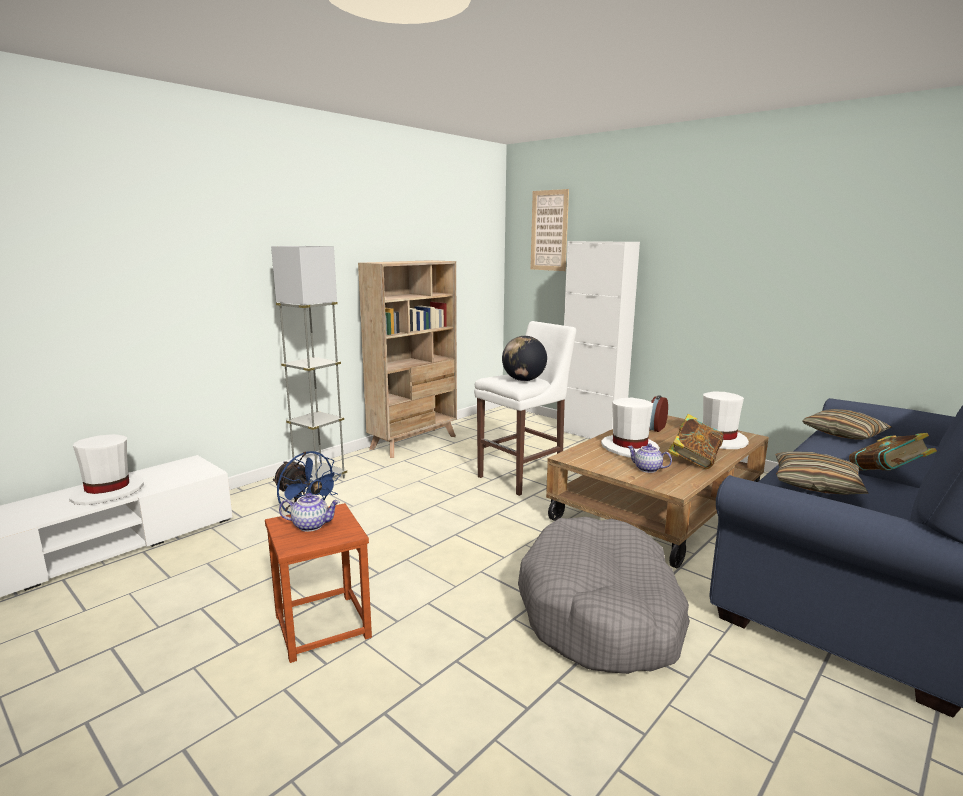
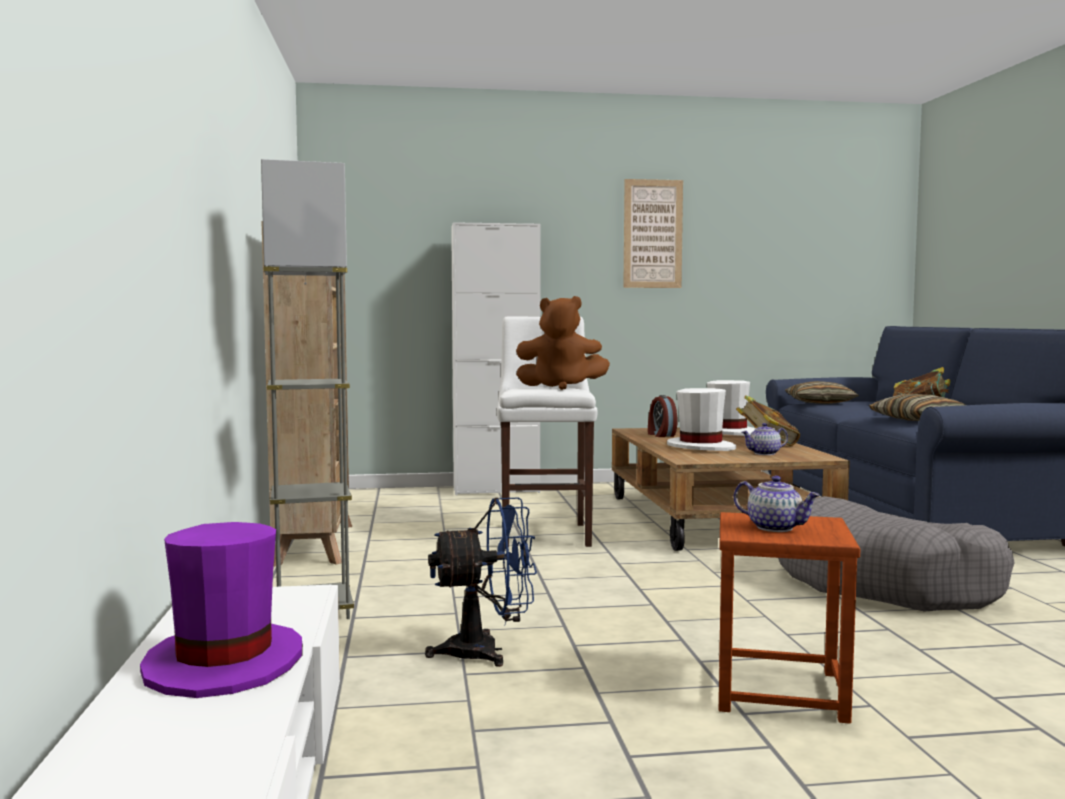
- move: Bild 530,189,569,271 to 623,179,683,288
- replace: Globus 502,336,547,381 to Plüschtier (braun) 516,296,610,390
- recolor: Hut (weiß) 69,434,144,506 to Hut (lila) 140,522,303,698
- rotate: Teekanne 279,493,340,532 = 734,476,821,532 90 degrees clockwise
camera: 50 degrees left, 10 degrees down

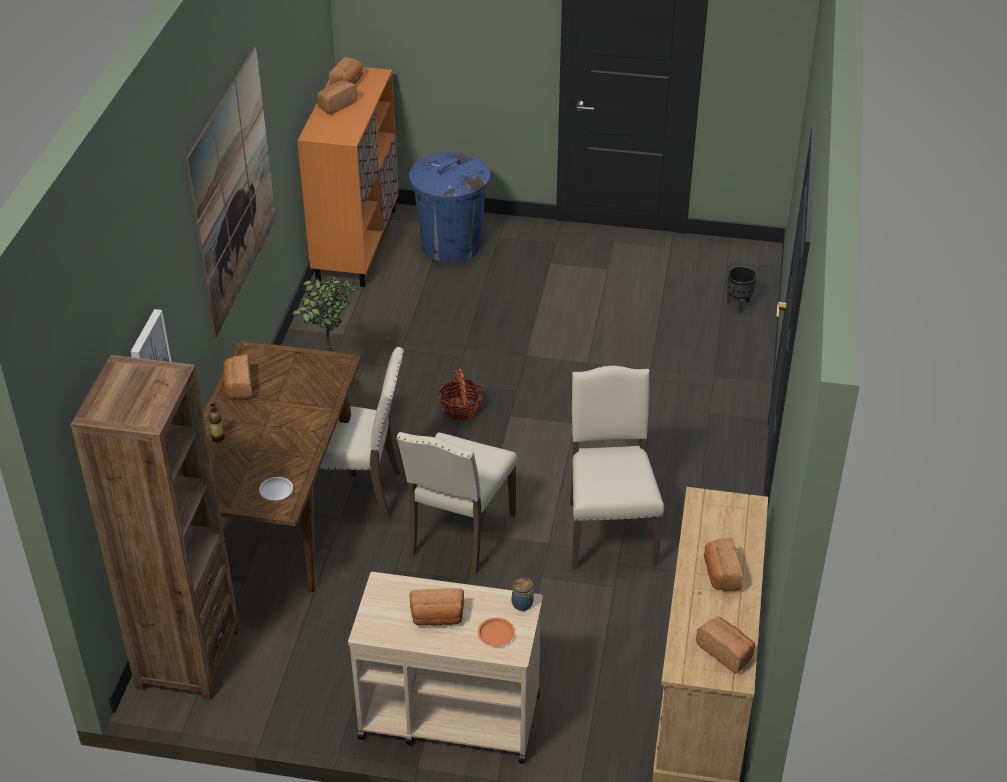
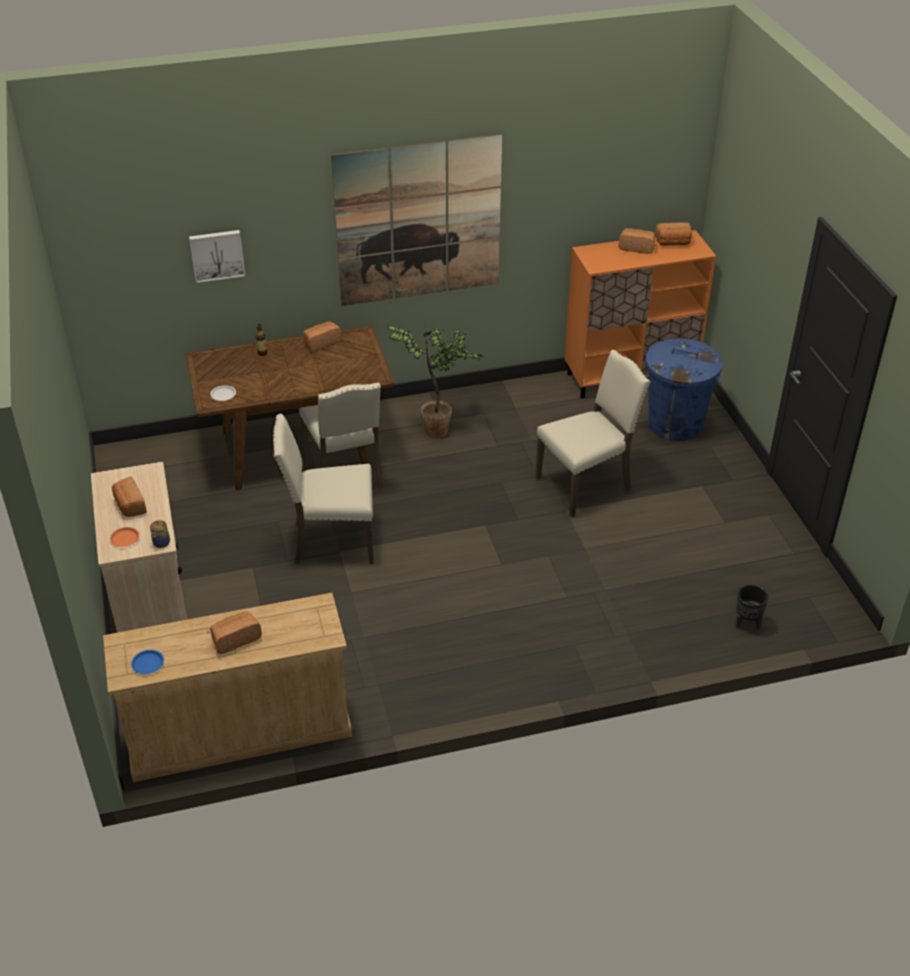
- delete: Bücherregal (braun) 71,355,240,700
- move: Stuhl (beige) 570,365,664,569 to 535,350,651,517
- delete: Korb 438,369,483,421
- replace: Brot 696,617,755,674 to Teller (blau) 131,650,164,674
camera: 65 degrees right, 0 degrees up

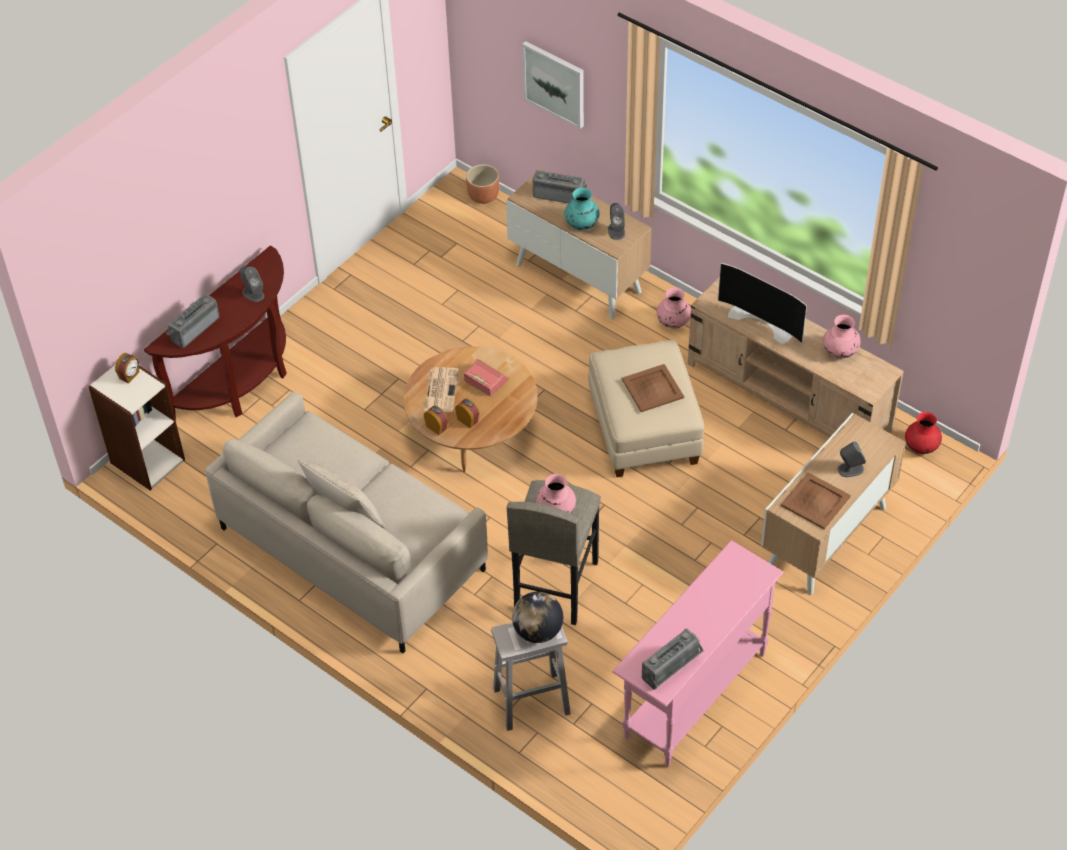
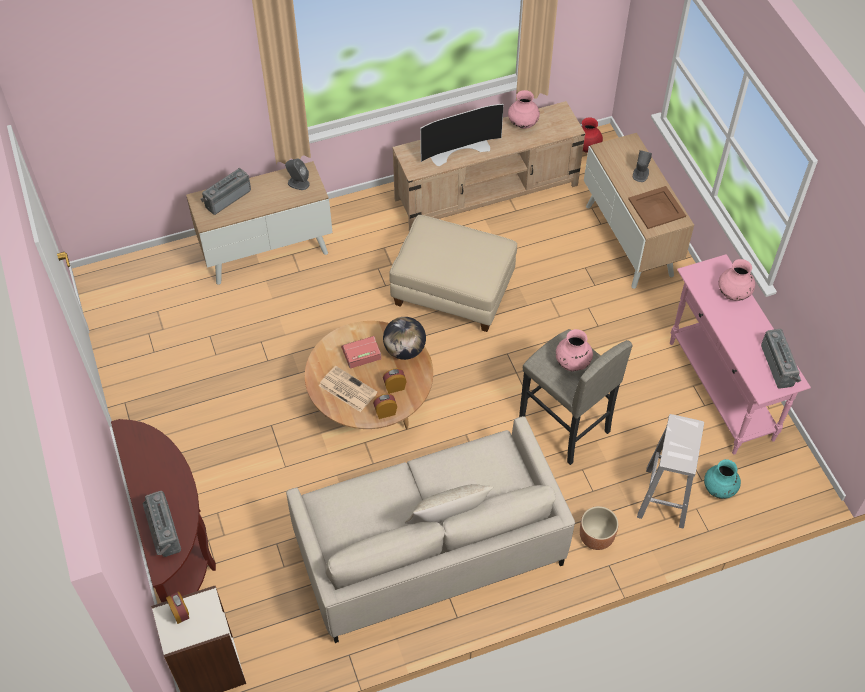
- delete: Bild 522,41,584,129
- move: Pflanzkübel (braun) 466,164,499,204 to 580,506,619,550
- move: Vase (türkis) 564,187,600,230 to 704,459,741,499
- delete: Lautsprecher (grau) 239,266,264,302
- move: Vase (rosa) 657,288,691,329 to 719,259,755,301
- delete: Tablett (braun) 622,364,684,412
- move: Globus 512,592,563,643 to 383,317,426,360
camera: 60 degrees left, 5 degrees up

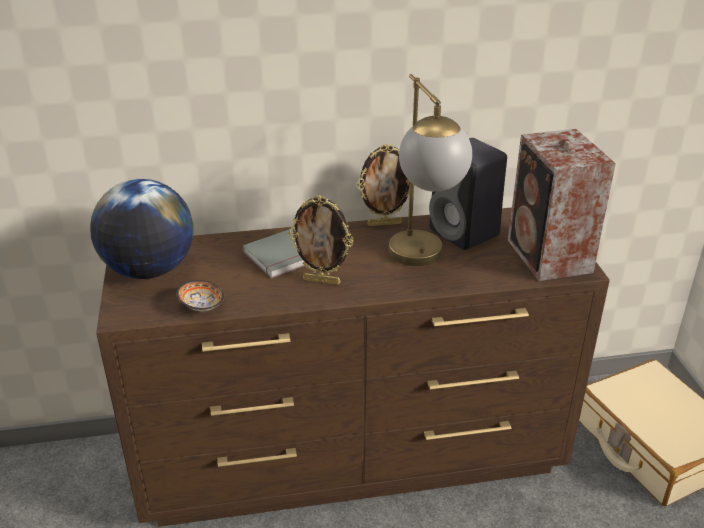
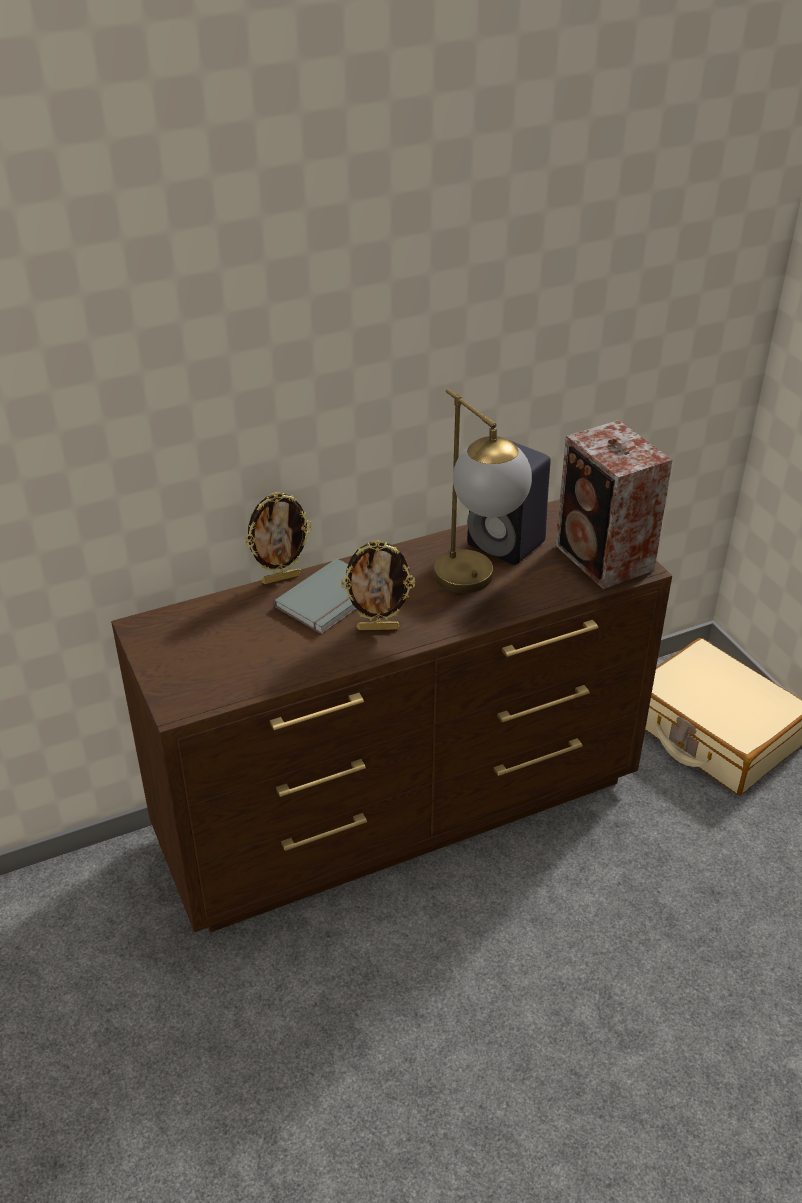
- move: Bilderrahmen 357,144,410,226 to 245,492,312,584
- delete: Globus 90,179,193,279
- delete: Schüssel 176,280,224,311
camera: 15 degrees left, 5 degrees up

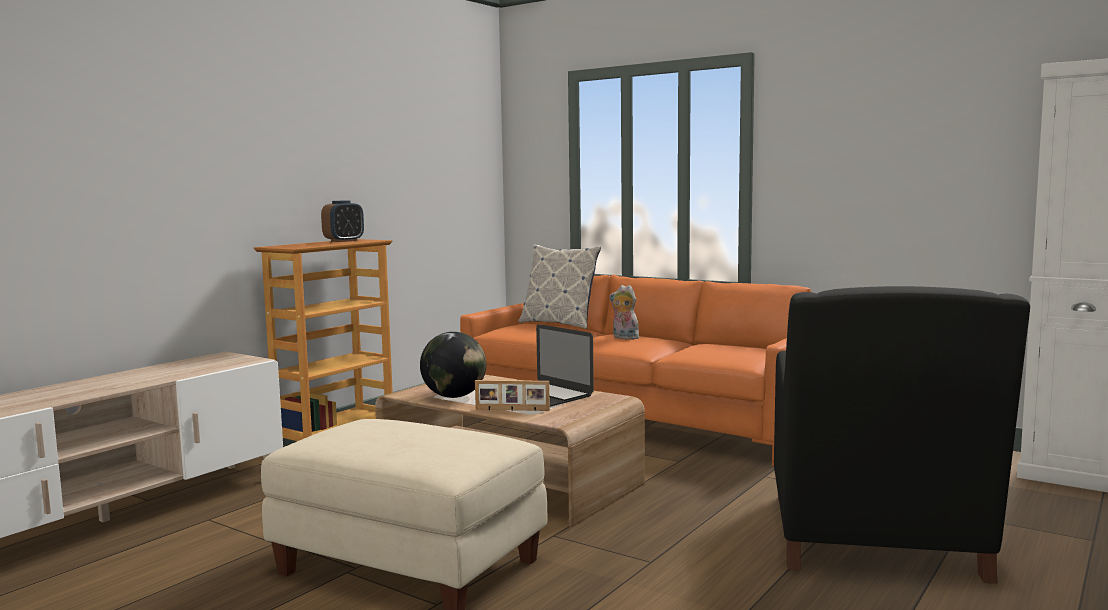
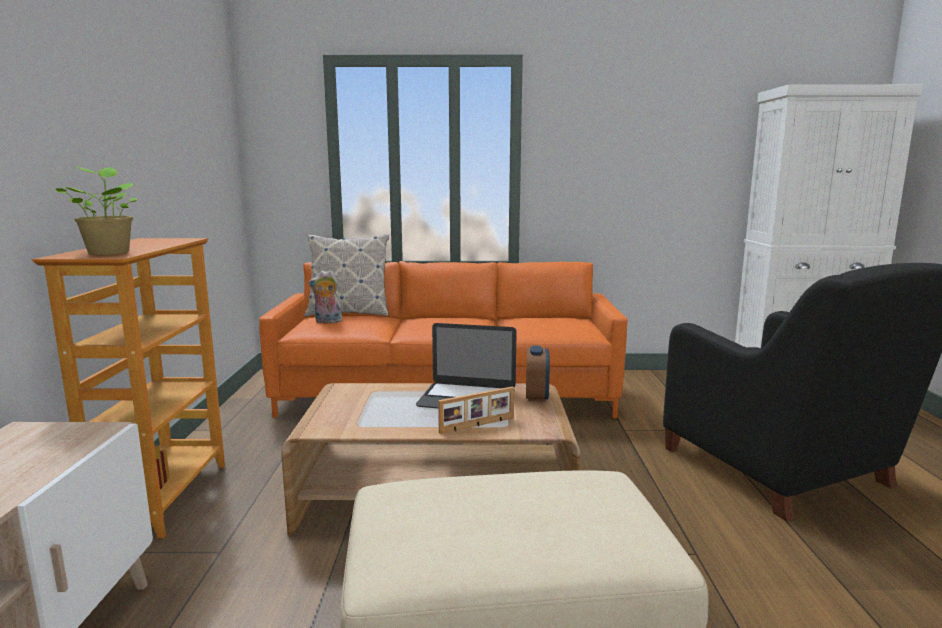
- move: Wecker 321,200,364,242 to 526,346,550,402
- move: Plüschtier 610,285,639,340 to 308,270,342,323
- delete: Globus 420,332,486,398
- insert: Topfpflanze 56,166,137,255
camera: 35 degrees left, 5 degrees up

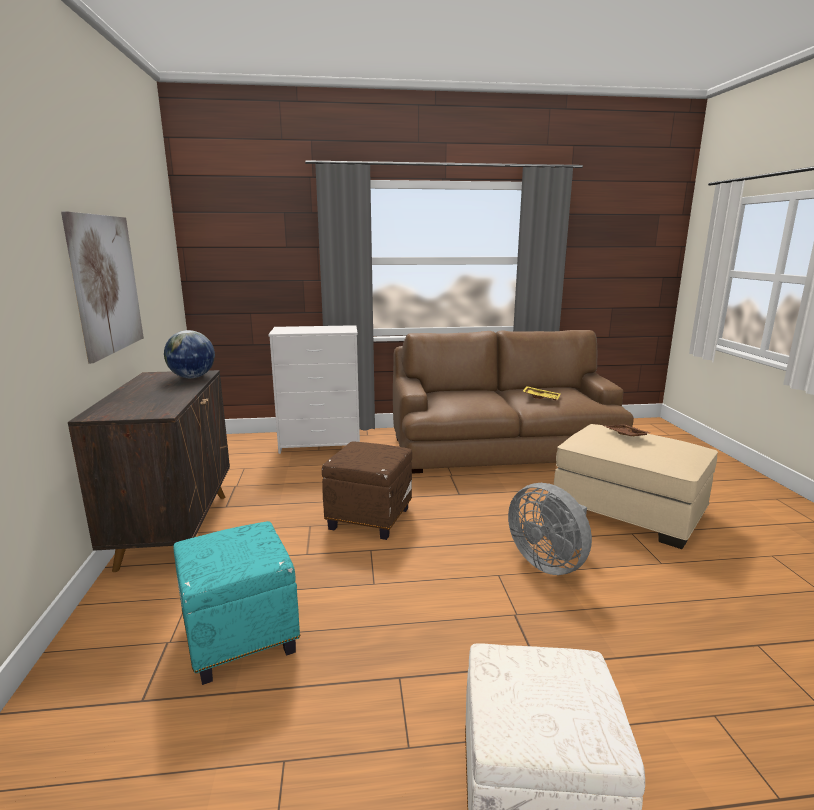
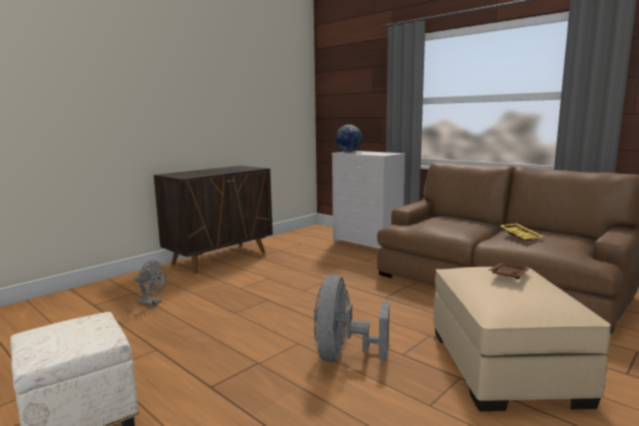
- delete: Bild 61,211,144,363
- move: Globus 164,330,215,378 to 335,125,362,152
- delete: Polsterhocker (braun) 322,442,412,540
- replace: Polsterhocker (türkis) 173,521,300,685 to Ventilator (grau) 134,260,166,306
camera: 50 degrees right, 5 degrees down

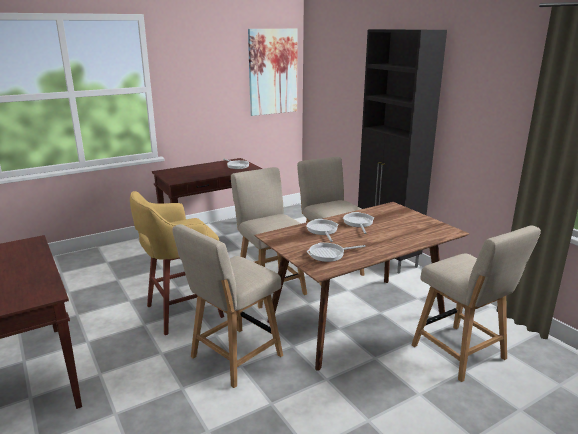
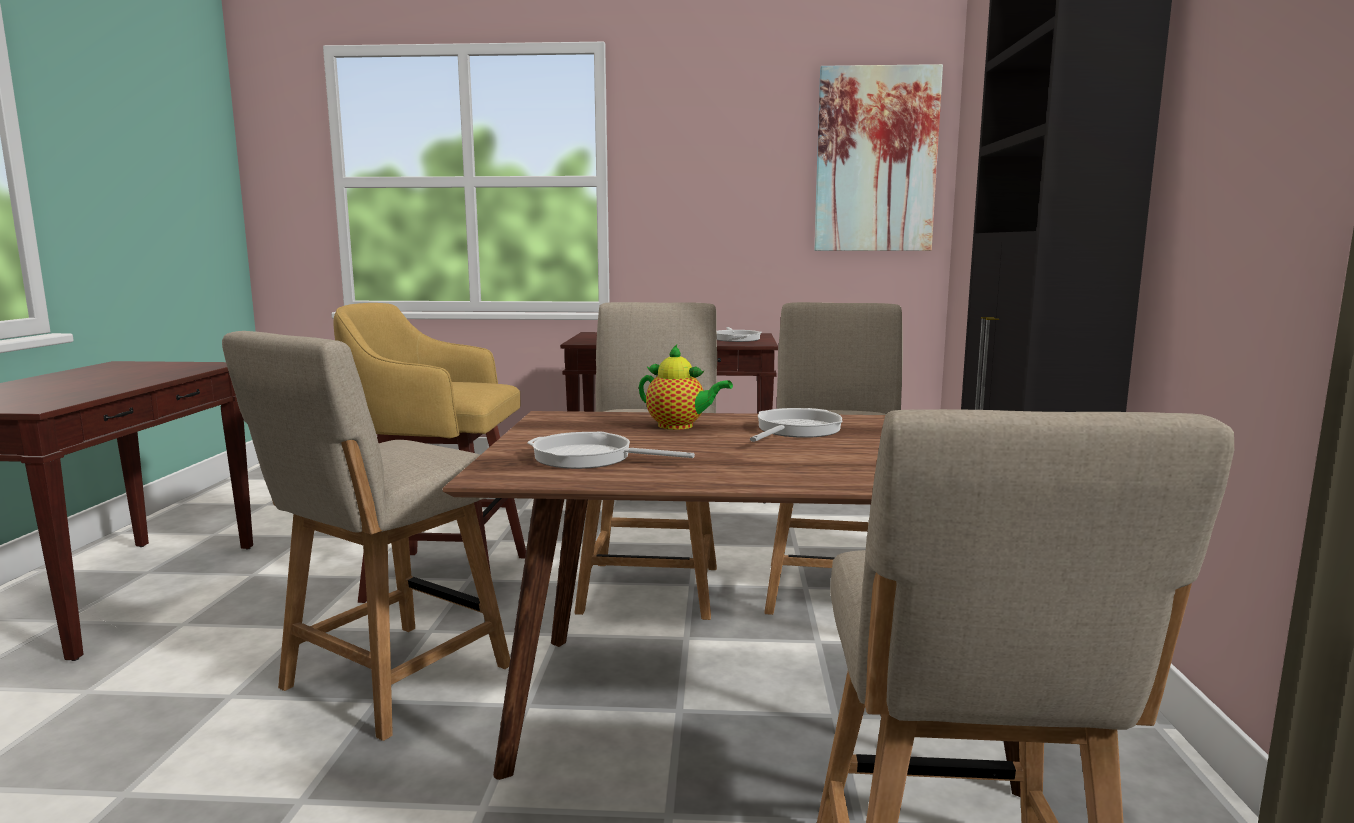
- replace: Pfanne 306,219,338,242 to Teekanne 639,345,733,430
- rotate: Stuhl (beige) 172,224,283,388 = 222,331,510,741 45 degrees counterclockwise
camera: 35 degrees right, 10 degrees down

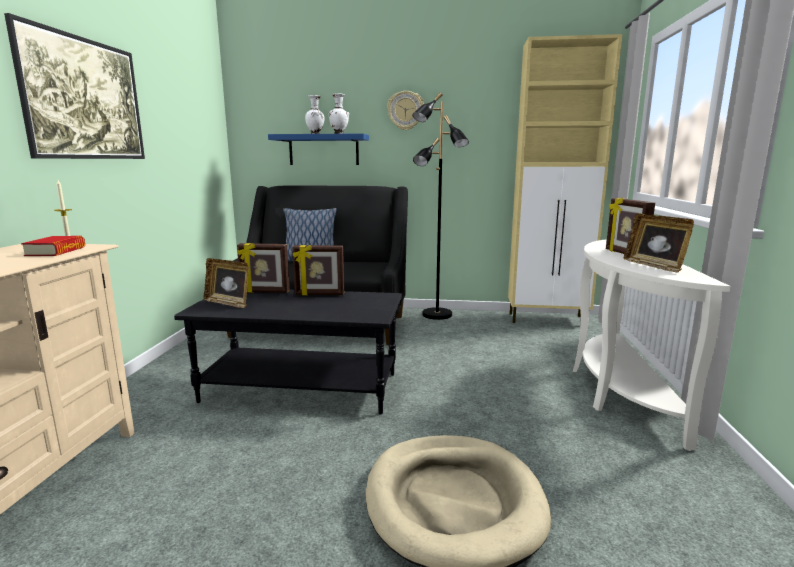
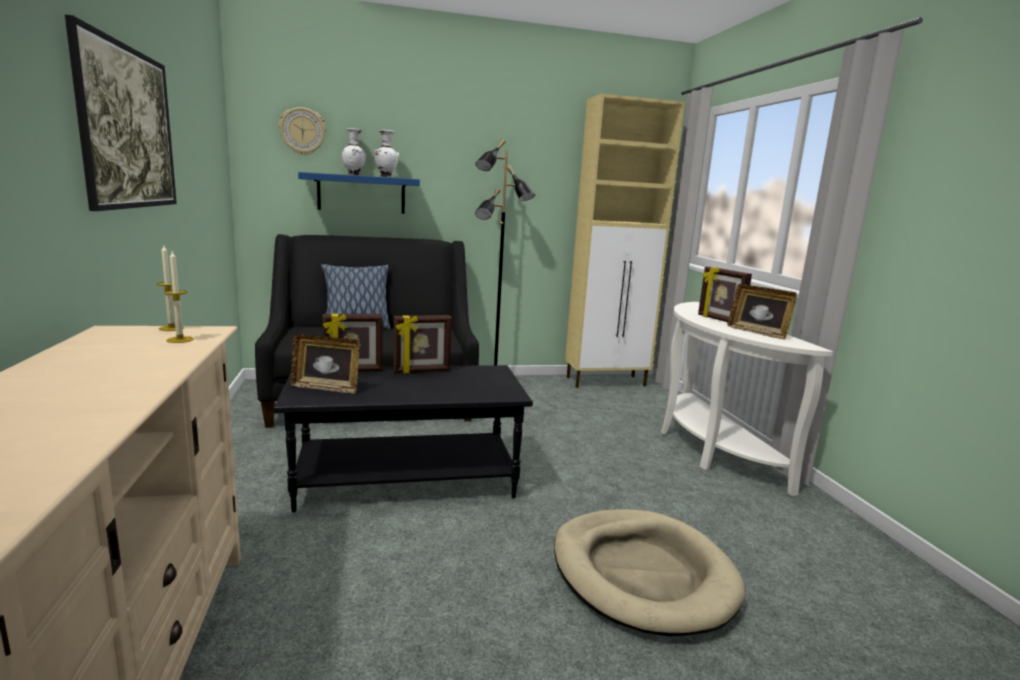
- move: Wanduhr 387,91,424,130 to 279,107,326,155
- replace: Buch 21,236,85,256 to Kerze 164,251,194,343
camera: 20 degrees left, 0 degrees up

